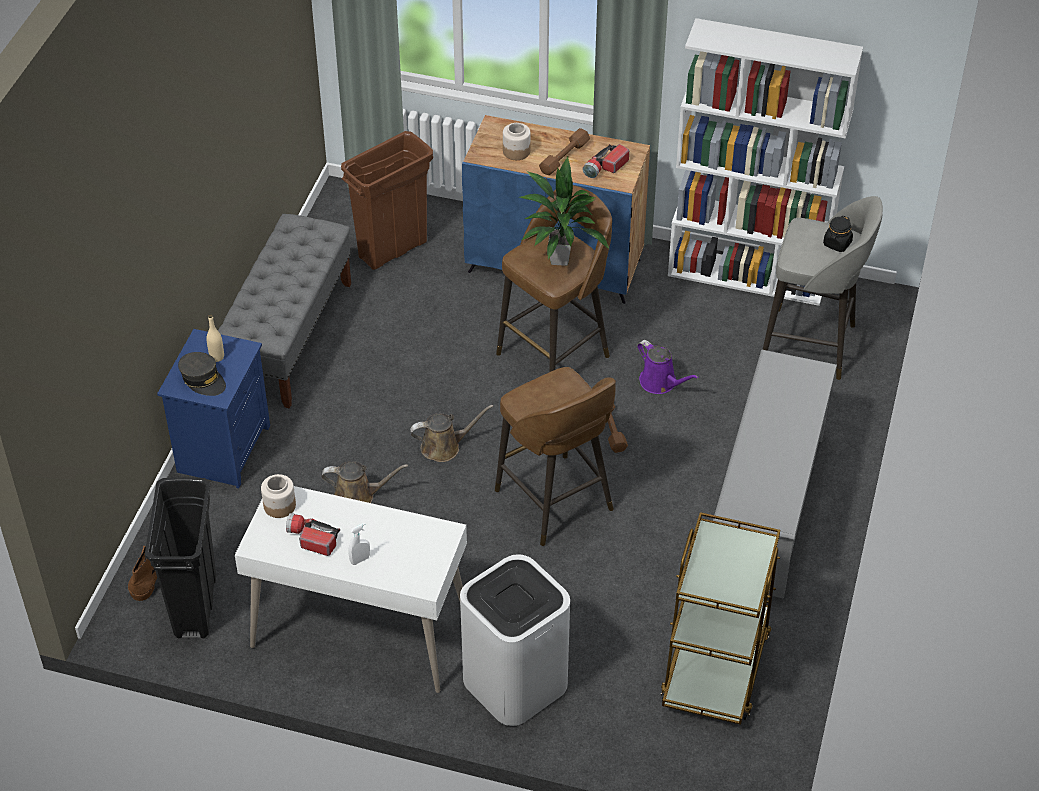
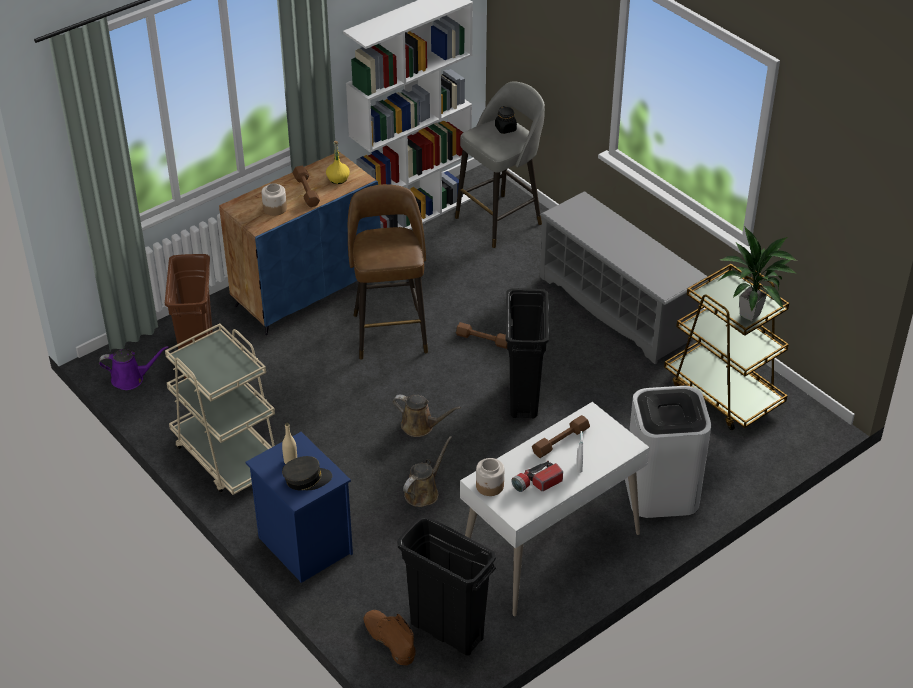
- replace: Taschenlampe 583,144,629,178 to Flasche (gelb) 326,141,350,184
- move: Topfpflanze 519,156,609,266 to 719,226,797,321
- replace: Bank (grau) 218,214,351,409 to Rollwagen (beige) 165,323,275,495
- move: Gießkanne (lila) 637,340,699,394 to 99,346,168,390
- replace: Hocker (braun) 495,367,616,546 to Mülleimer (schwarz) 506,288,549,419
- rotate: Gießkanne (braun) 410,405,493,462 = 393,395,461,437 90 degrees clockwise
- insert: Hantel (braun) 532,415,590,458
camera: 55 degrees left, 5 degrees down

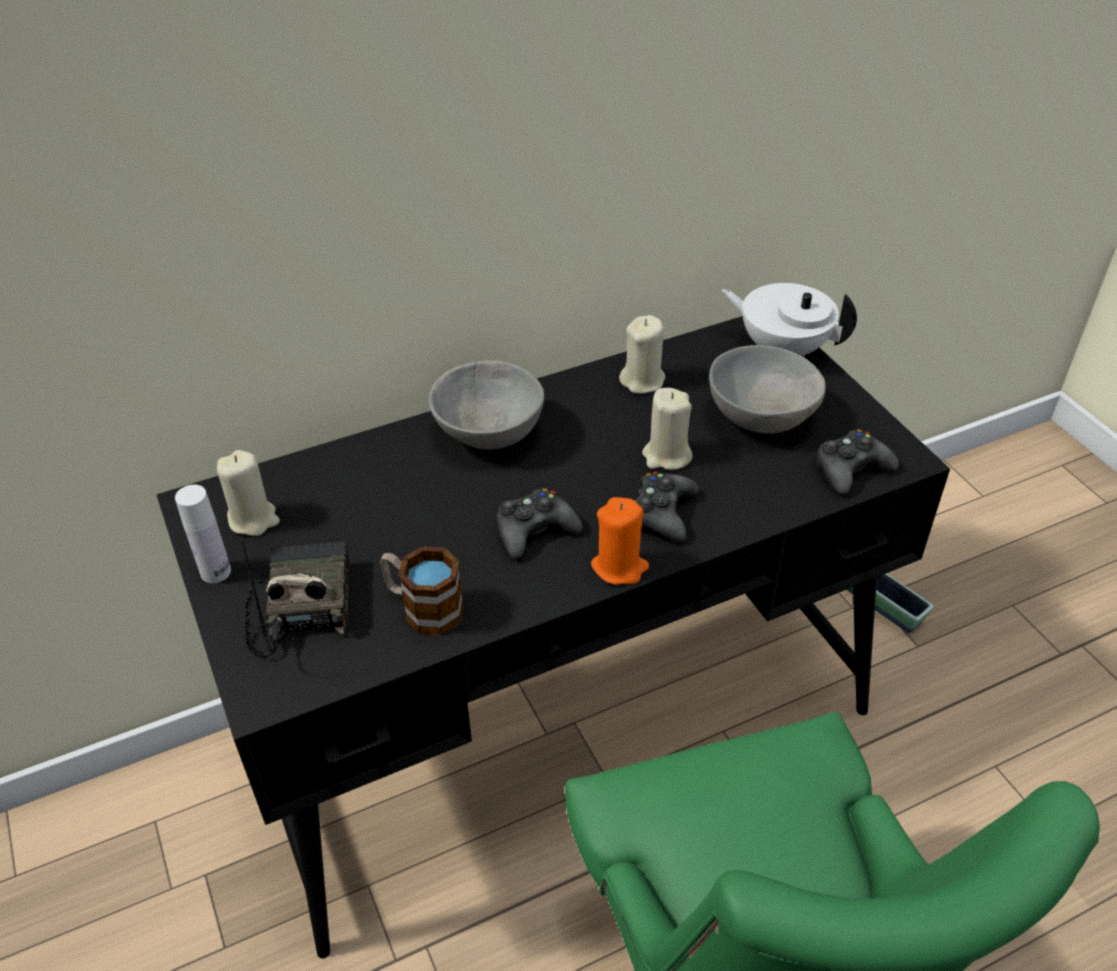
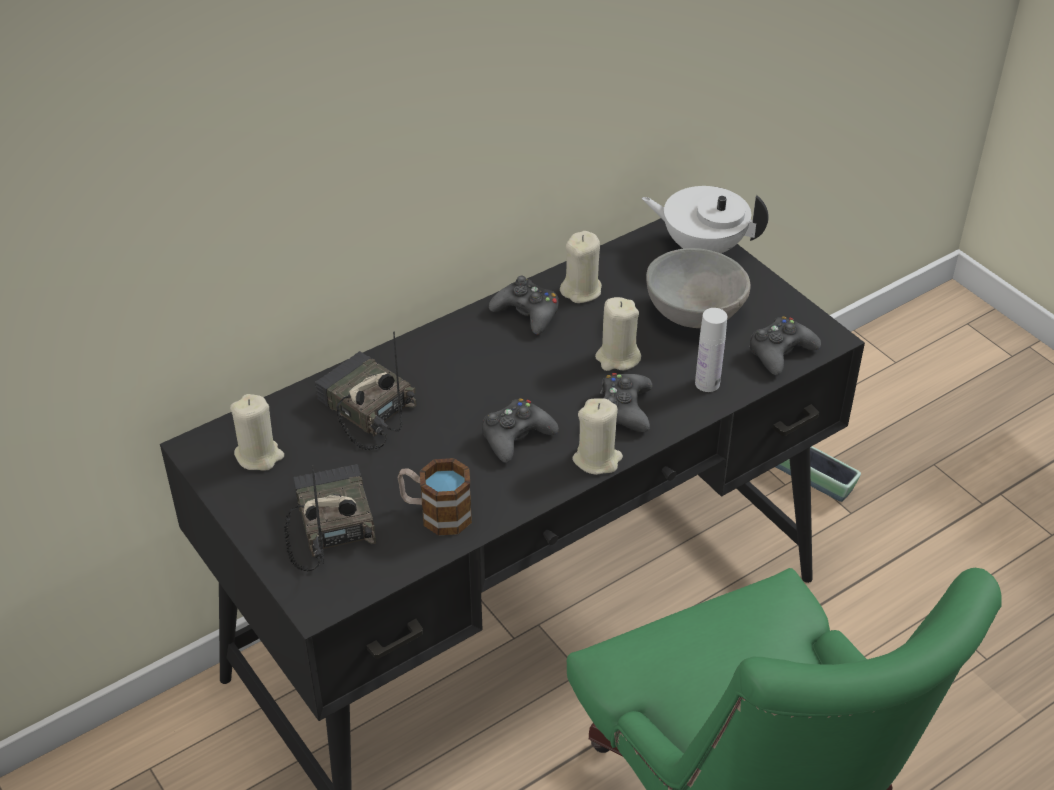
- delete: Schüssel (grau) 429,360,544,450
- move: Flasche (weiß) 175,485,231,583 to 695,308,727,392
- recolor: Kerze (orange) 591,497,649,585 to Kerze (beige) 572,398,623,475
- insert: Gamepad (schwarz) 489,276,559,334
- insert: Radio 315,331,417,450
camera: 10 degrees left, 0 degrees up

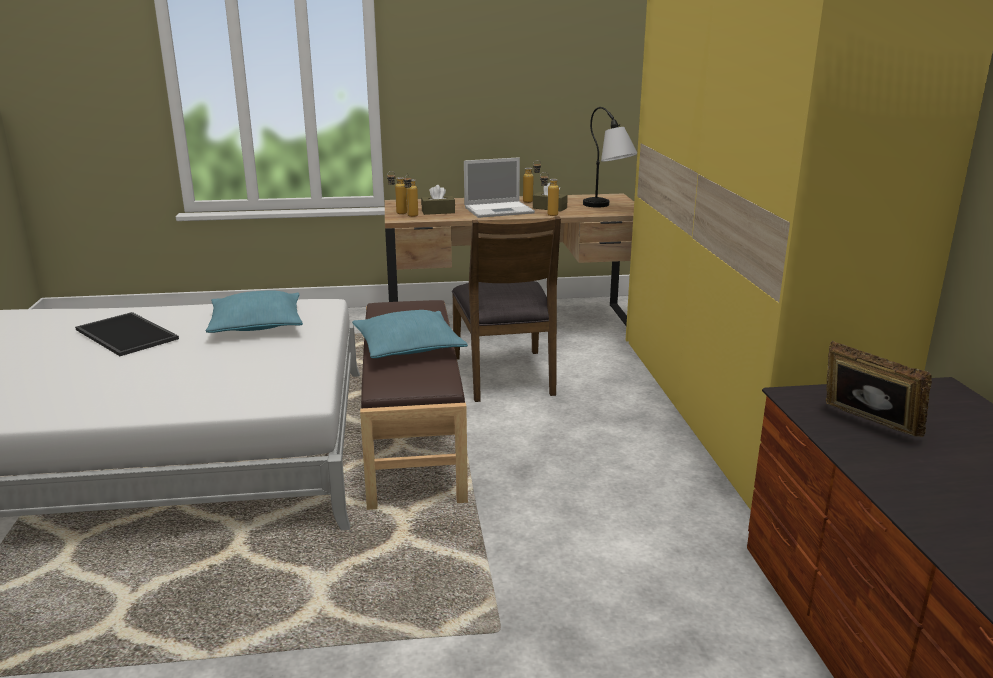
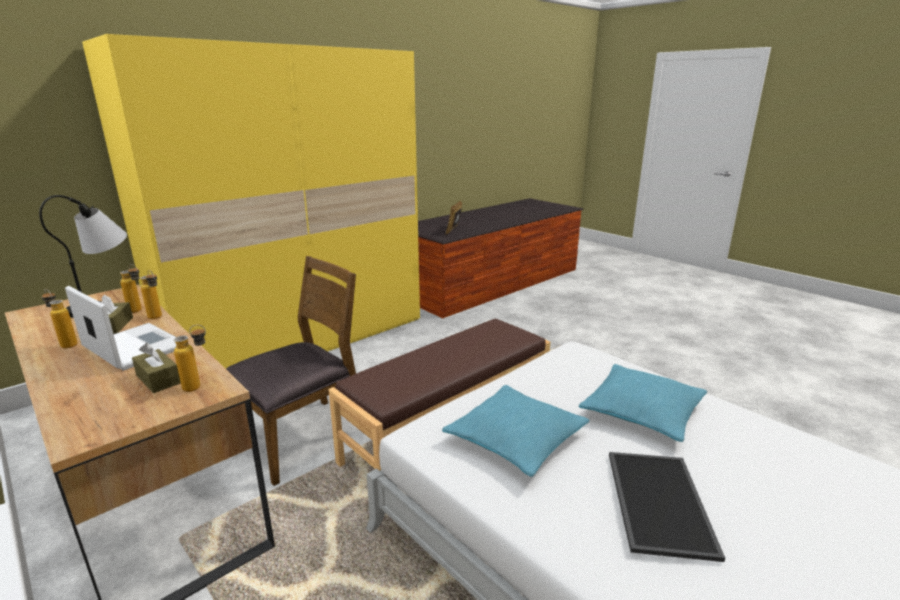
- move: Flasche 387,171,407,214 to 120,264,142,313
- move: Kissen (türkis) 352,310,468,358 to 579,364,707,442
camera: 125 degrees left, 0 degrees up

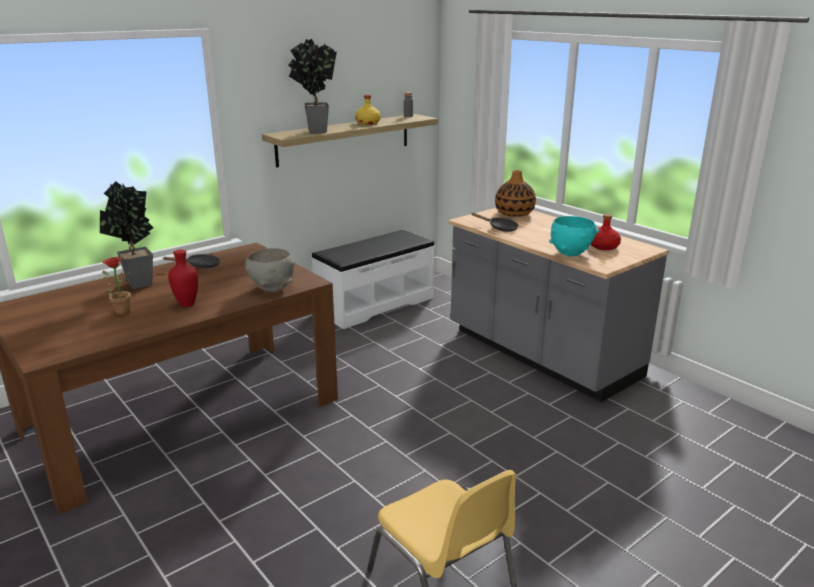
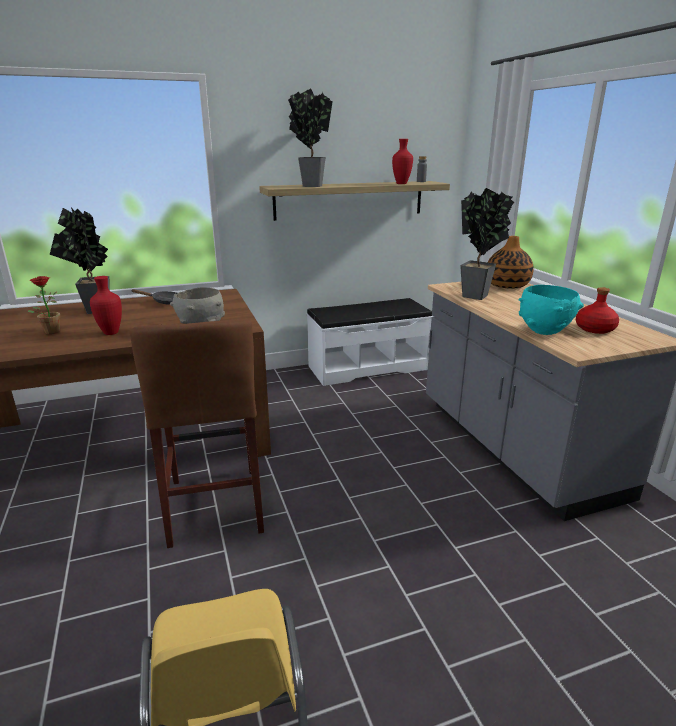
- delete: Flasche (gelb) 355,95,381,125
- replace: Pfanne (schwarz) 471,212,518,232 to Topfpflanze 460,188,514,300
- insert: Vase (rot) 392,139,413,184
- insert: Hocker (braun) 130,318,264,548
camera: 20 degrees right, 0 degrees up

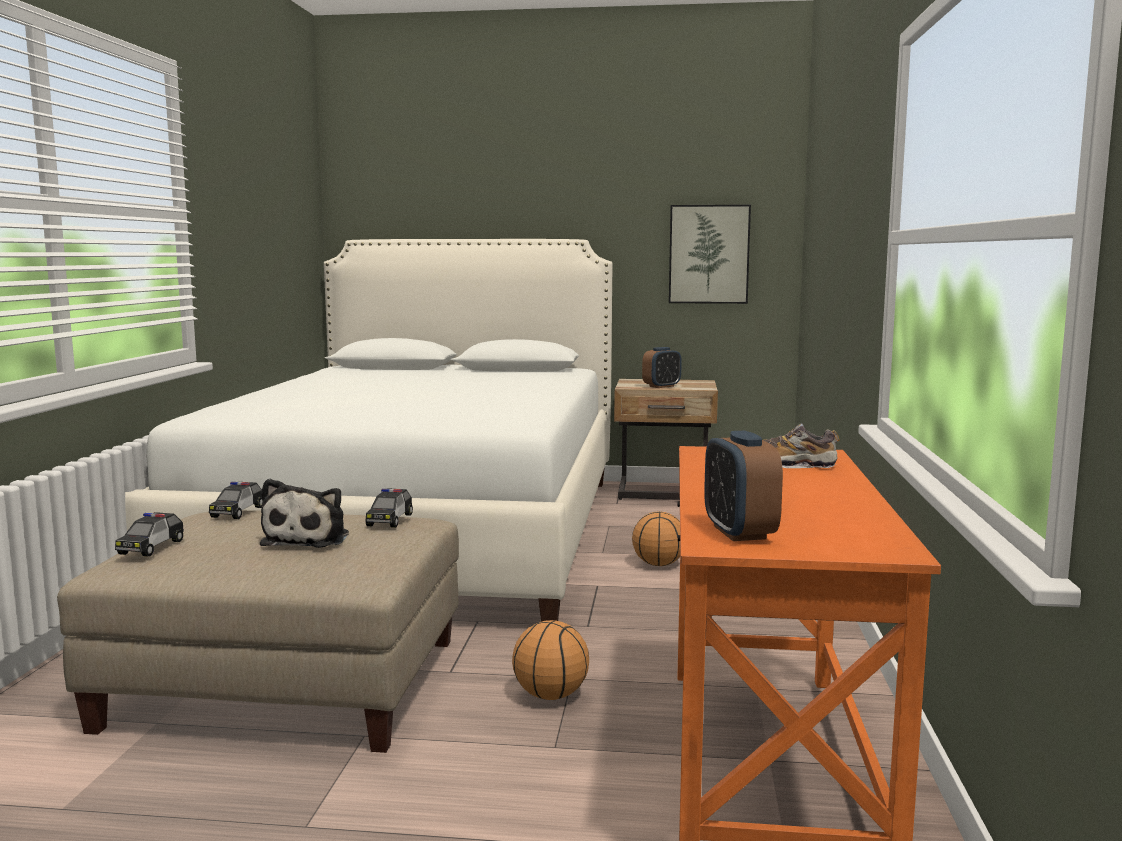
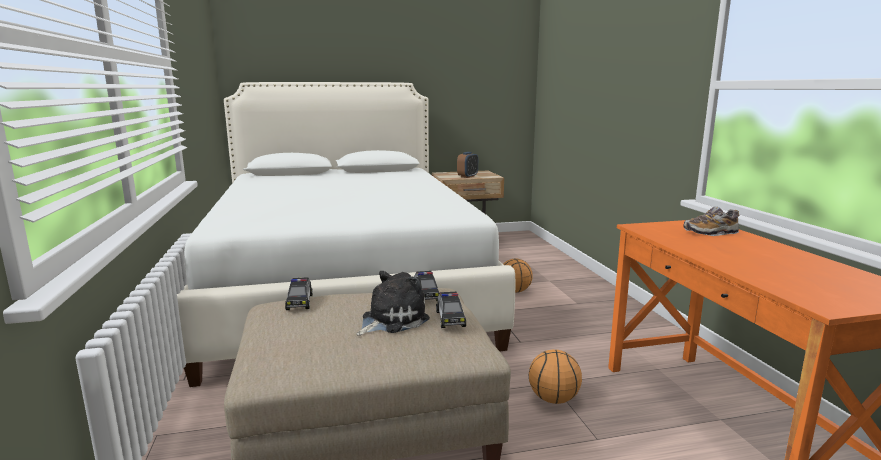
- delete: Bild 669,204,751,304
- delete: Wecker 704,431,783,541
- rotate: Plüschtier 260,478,349,548 = 357,271,430,336 120 degrees counterclockwise
- move: Spielzeugauto 115,512,184,557 to 436,292,466,328
camera: 20 degrees left, 5 degrees up

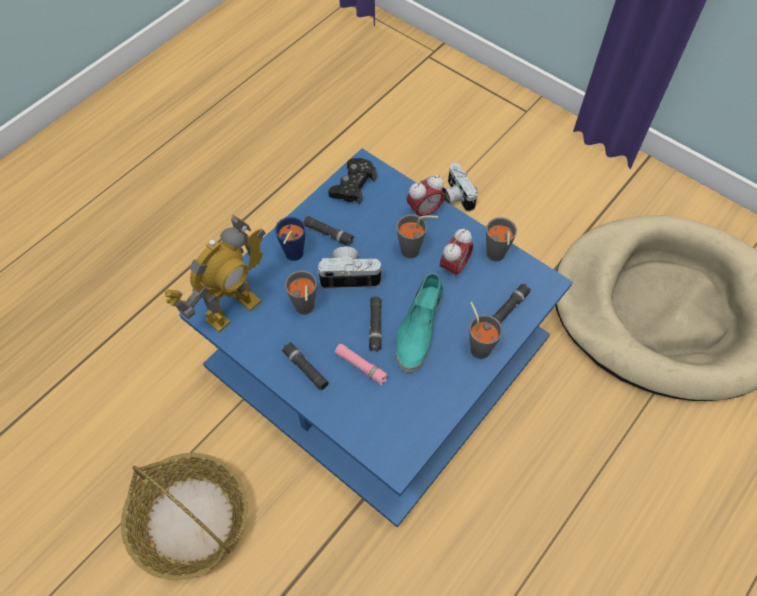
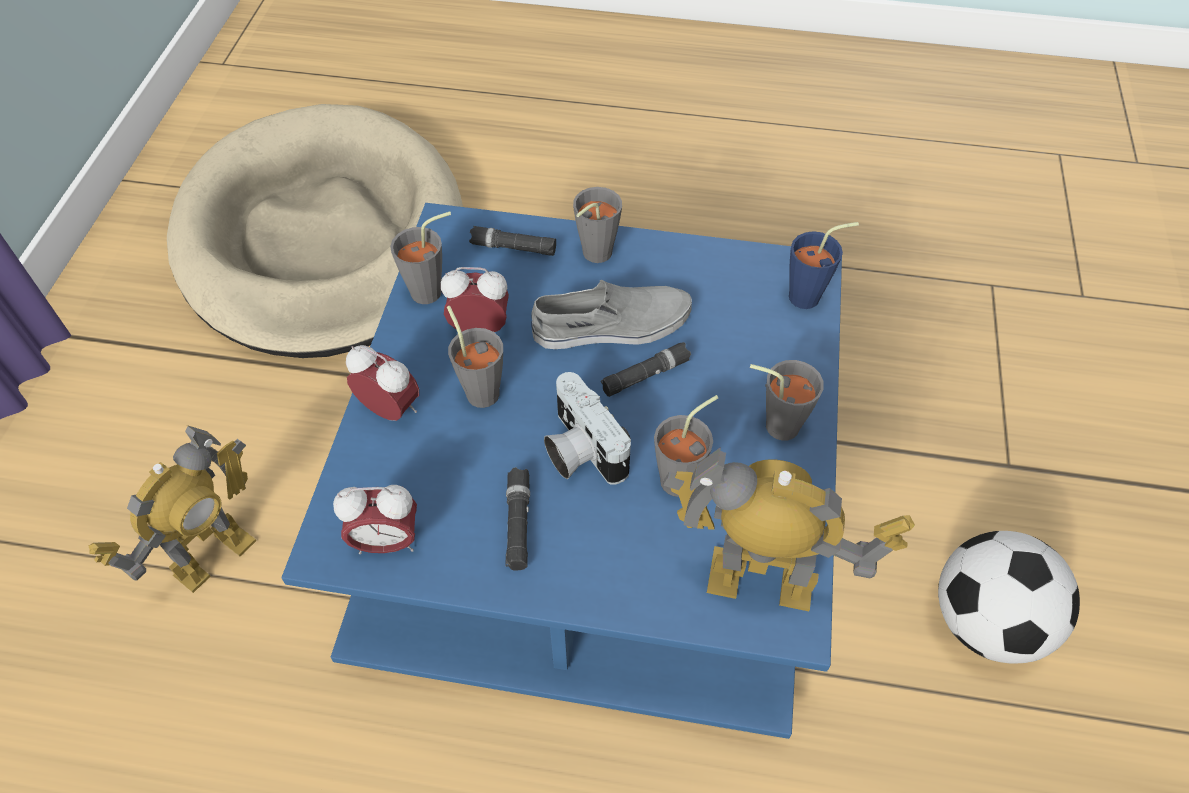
- replace: Gamepad (schwarz) 328,158,377,205 to Wecker 333,485,417,554
- replace: Kamera 442,163,478,212 to Spielzeugroboter 89,425,256,593
- move: Tasse (blau) 275,217,305,261 to 789,222,859,309
- recolor: Schuh (türkis) 395,273,443,373 to Schuh (grau) 531,279,692,349
- replace: Taschenlampe (schwarz) 282,342,329,390 to Tasse (grau) 750,360,824,441
- delete: Taschenlampe (rosa) 335,344,389,385
- replace: Korb 121,453,248,580 to Fußball 938,531,1080,664
camera: 120 degrees left, 5 degrees down

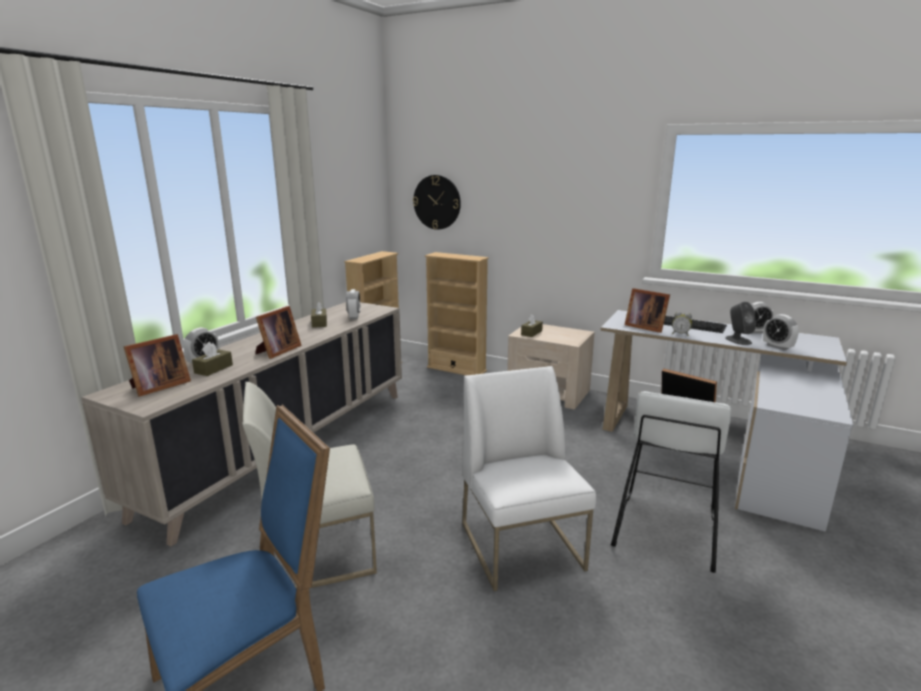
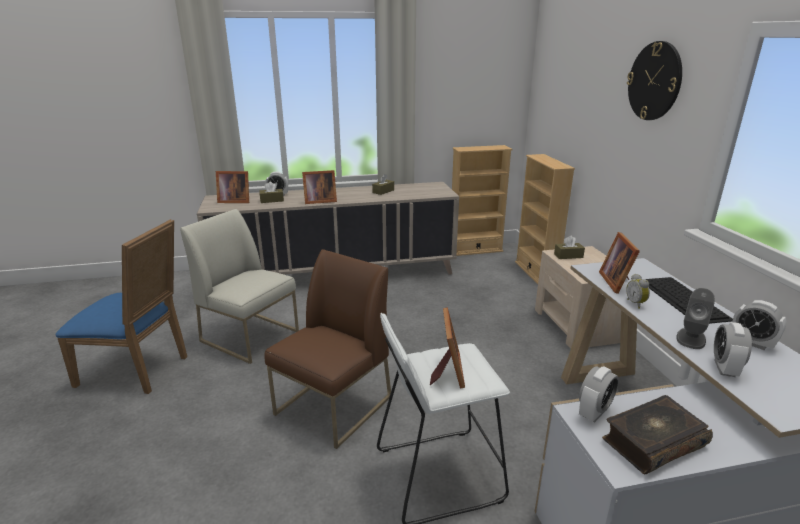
- move: Wanduhr 413,175,461,230 to 627,41,682,120
- move: Wecker 346,289,360,320 to 579,366,619,423
- recolor: Stuhl (weiß) 462,366,596,591 to Stuhl (braun) 264,249,391,449
- insert: Buch 602,395,713,474
camera: 50 degrees right, 5 degrees up

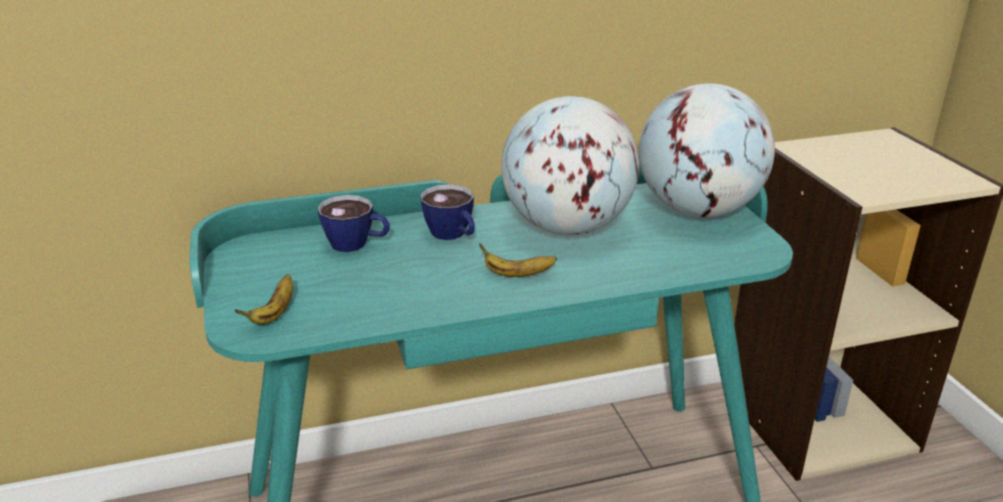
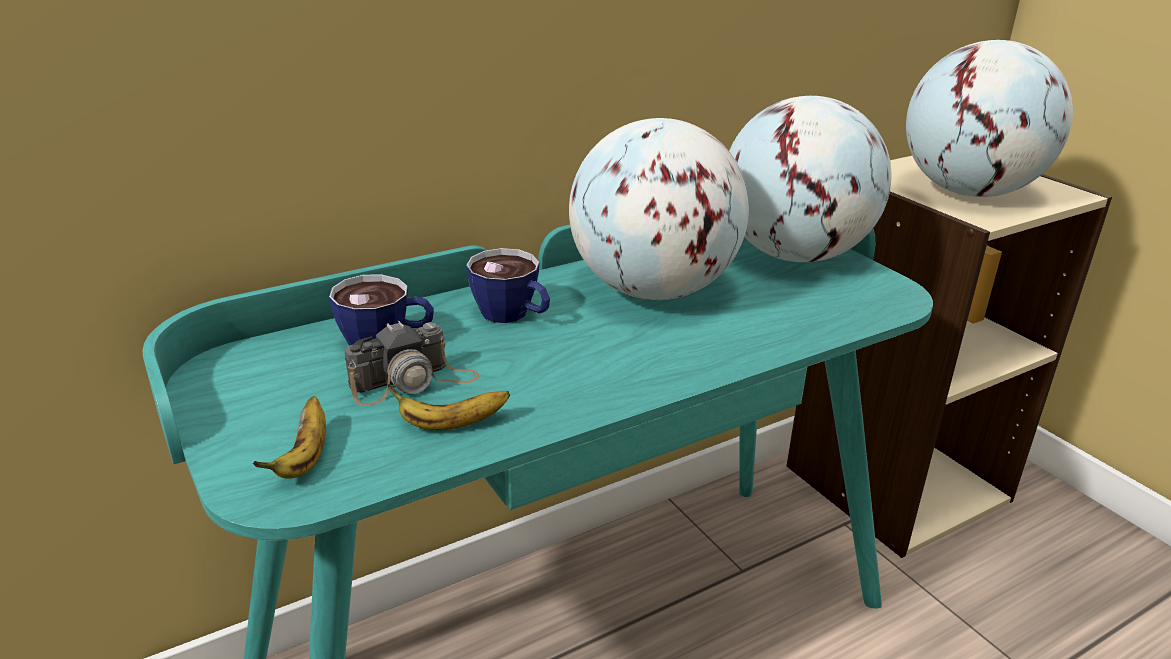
- move: Banane 479,243,557,277 to 387,384,510,430
- insert: Globus 906,40,1073,197
- insert: Kamera 344,321,479,406
camera: 15 degrees left, 0 degrees up

